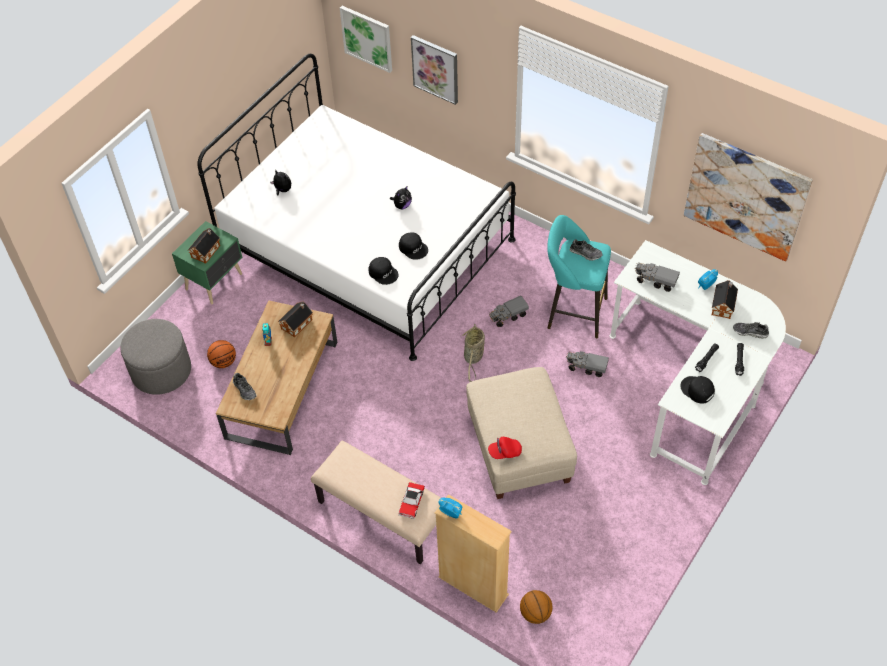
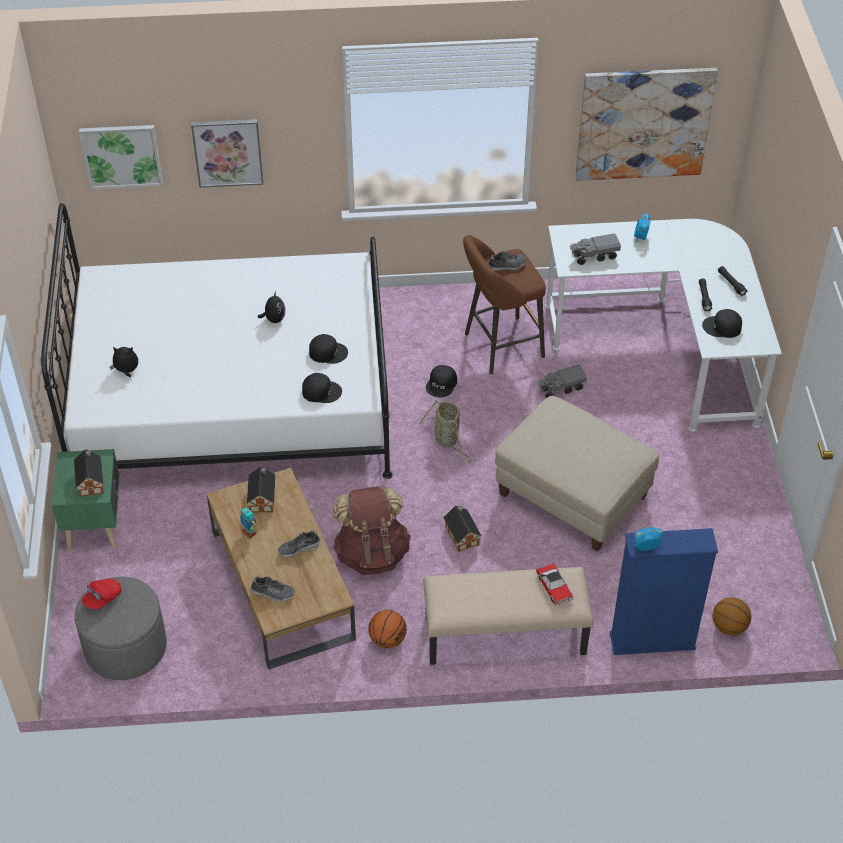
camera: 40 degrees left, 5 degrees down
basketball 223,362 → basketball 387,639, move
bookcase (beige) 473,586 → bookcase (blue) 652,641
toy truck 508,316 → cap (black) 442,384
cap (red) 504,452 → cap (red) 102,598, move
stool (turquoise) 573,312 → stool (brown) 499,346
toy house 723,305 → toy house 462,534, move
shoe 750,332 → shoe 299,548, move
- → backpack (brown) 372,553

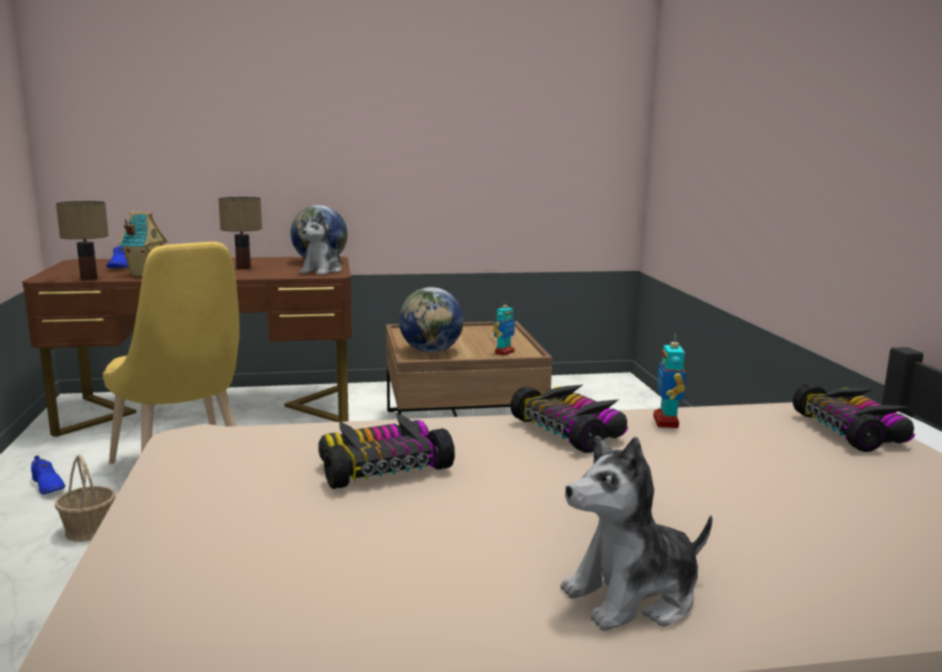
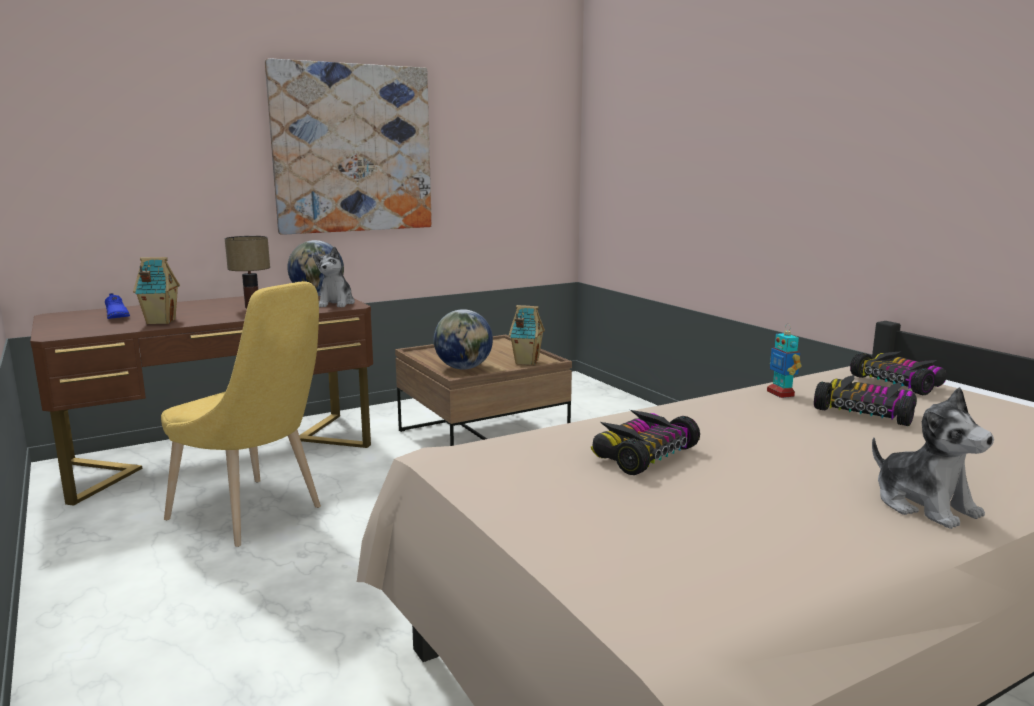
camera: 20 degrees left, 0 degrees up
shoe (blue) 47,486 → -
basket 89,530 → -
table lamp 88,279 → -
toy robot 504,352 → toy house 526,362
toy car 570,431 → toy car 865,412, move
plush toy 633,597 → plush toy 924,505, 75 degrees counterclockwise
- → picture 353,149

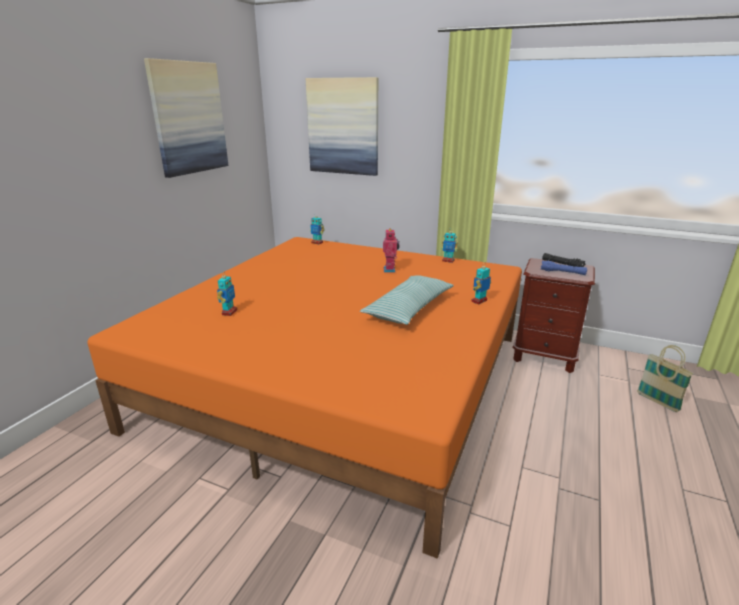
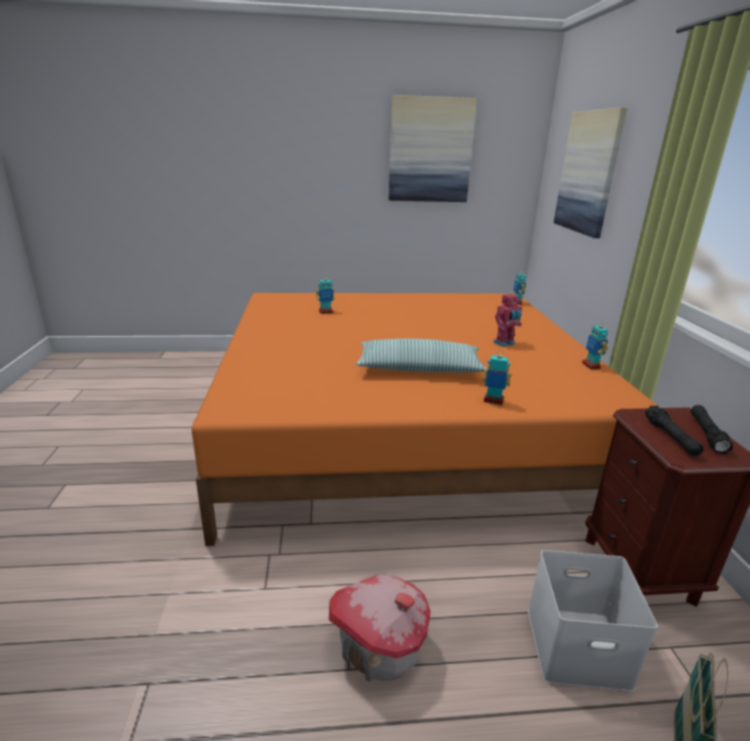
camera: 60 degrees right, 0 degrees up
flashlight (blue) 562,272 → flashlight (black) 670,437
- → toy house 380,648
- → storage box (white) 575,648

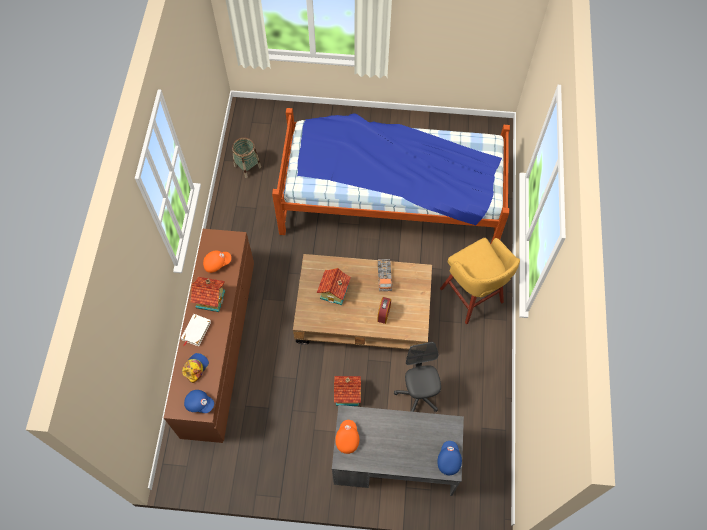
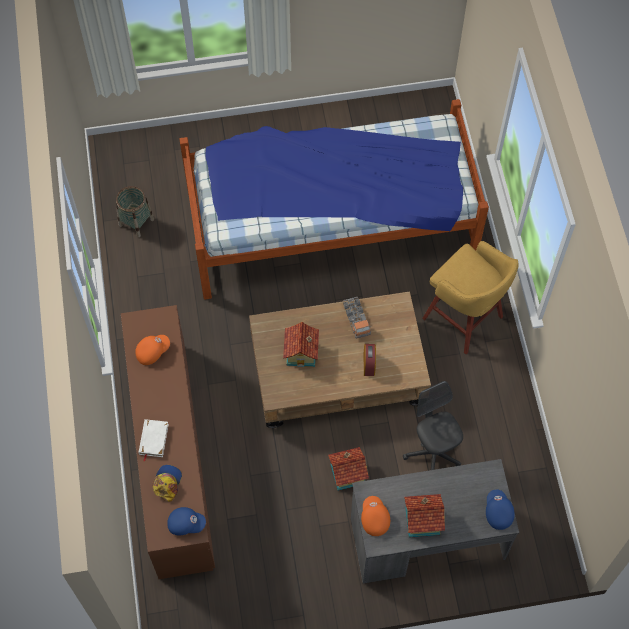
camera: 15 degrees left, 0 degrees up
toy house 210,298 → toy house 422,520, move

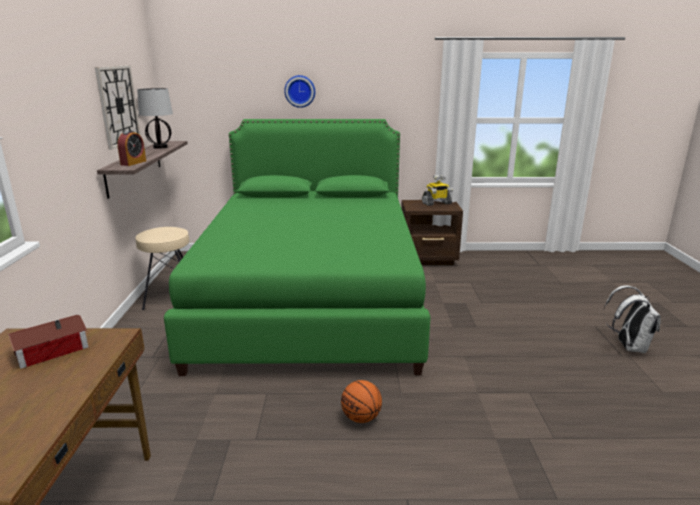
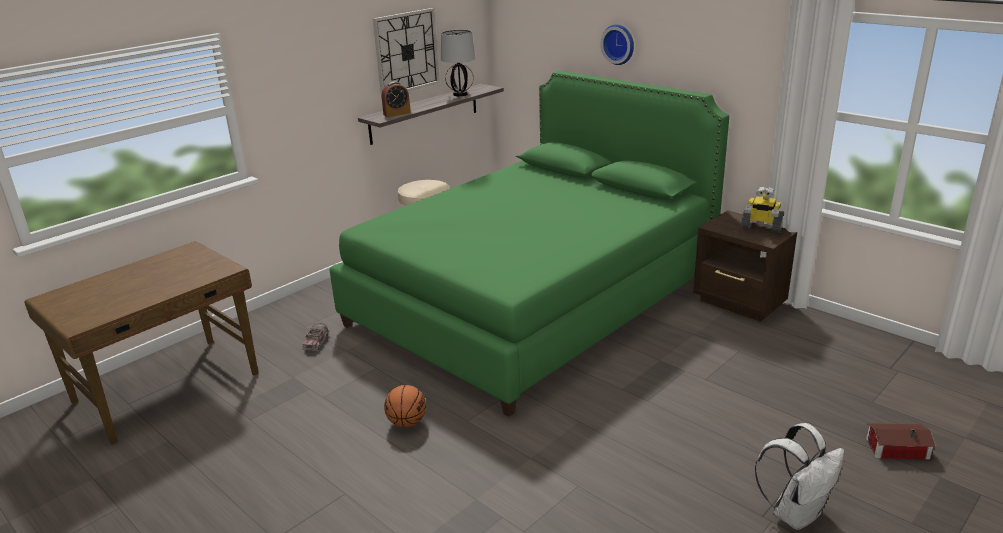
camera: 45 degrees right, 5 degrees up
toy house 49,350 → toy house 895,448, move
- → toy truck 316,343

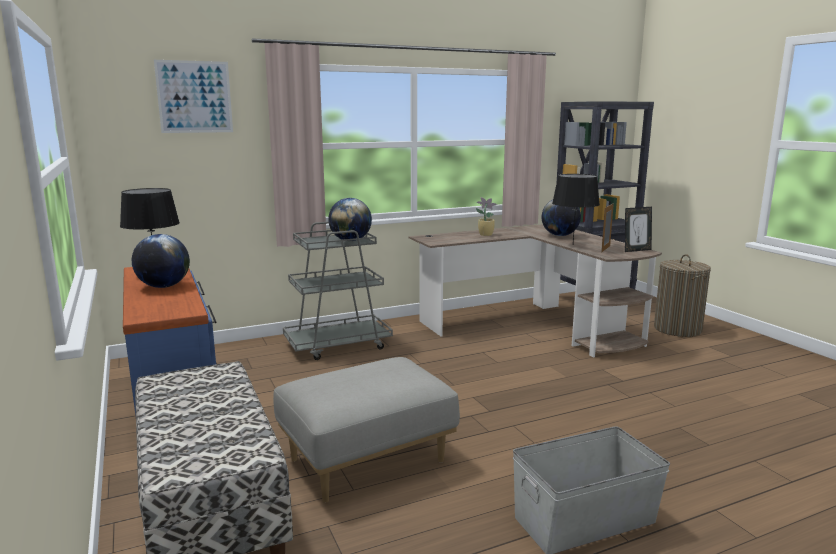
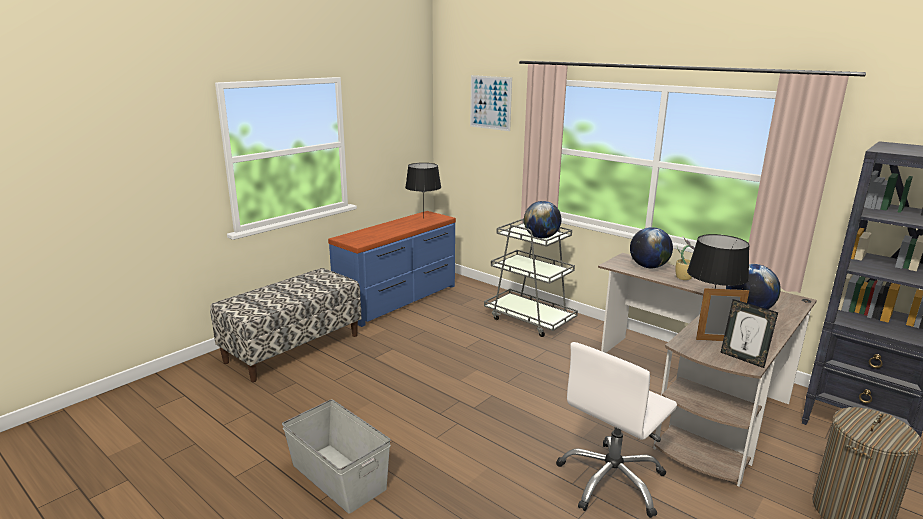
camera: 65 degrees right, 5 degrees up
globe 163,286 → globe 648,267, move
ottoman (grey) 367,460 → -
- → office chair (white) 612,481

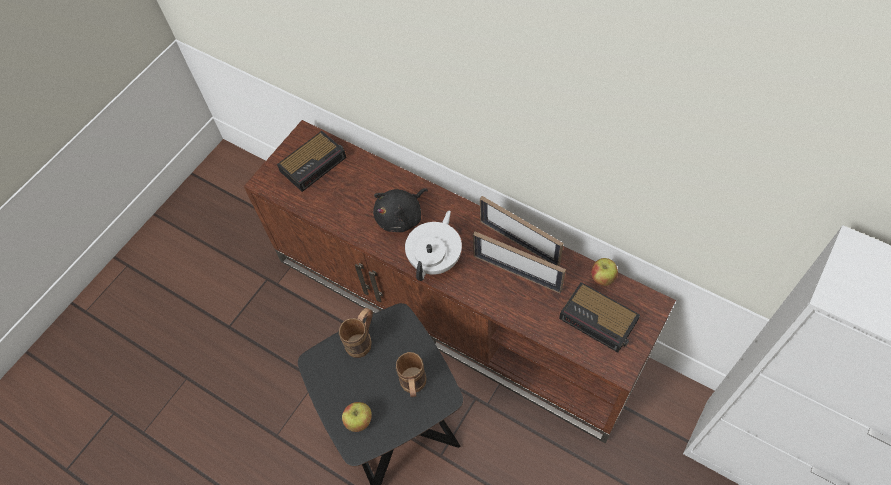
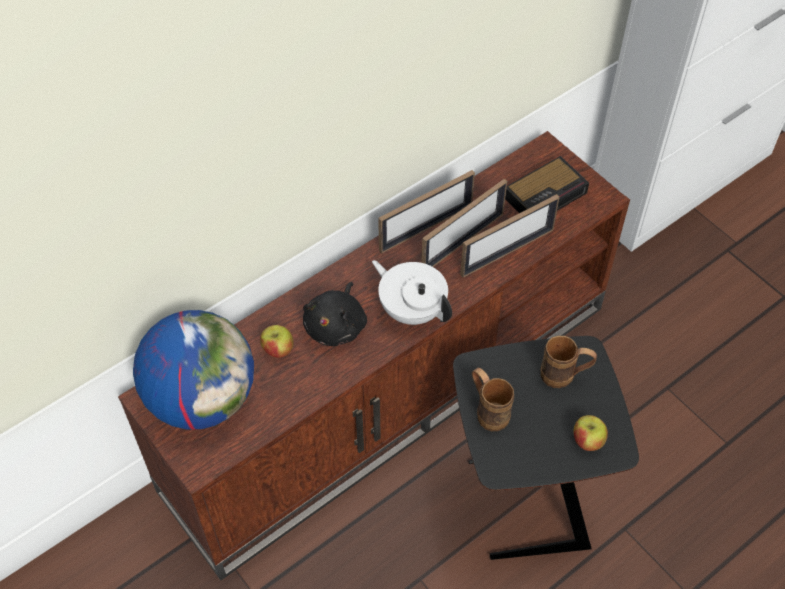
camera: 75 degrees left, 5 degrees down
alarm clock 314,163 → globe 202,399
plush toy (black) 401,217 → plush toy (black) 337,326, 45 degrees clockwise
apple 602,278 → apple 278,350, move
- → picture frame 507,252

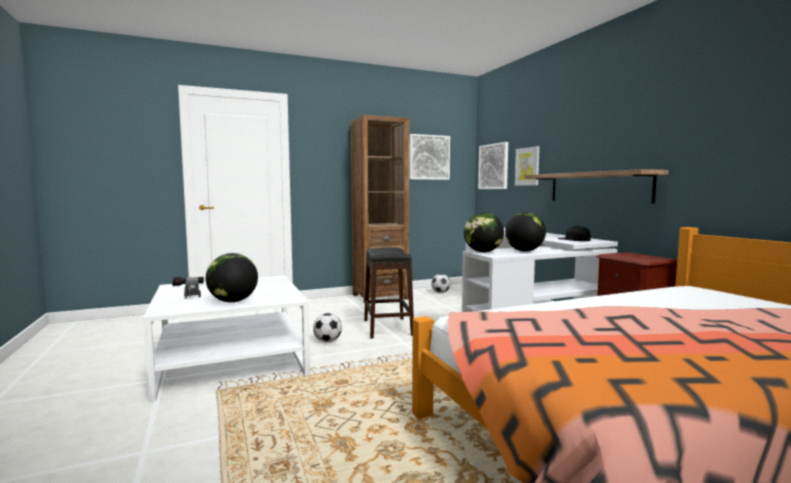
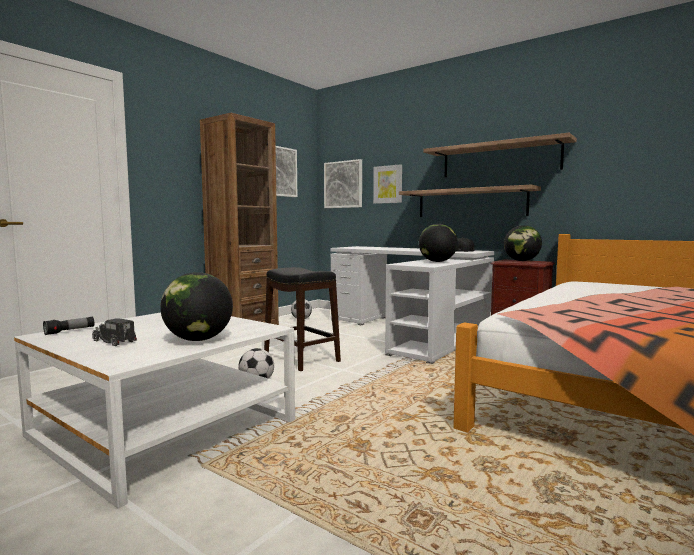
camera: 30 degrees left, 0 degrees up
globe 483,252 → globe 521,261, move
- → shelf 499,159

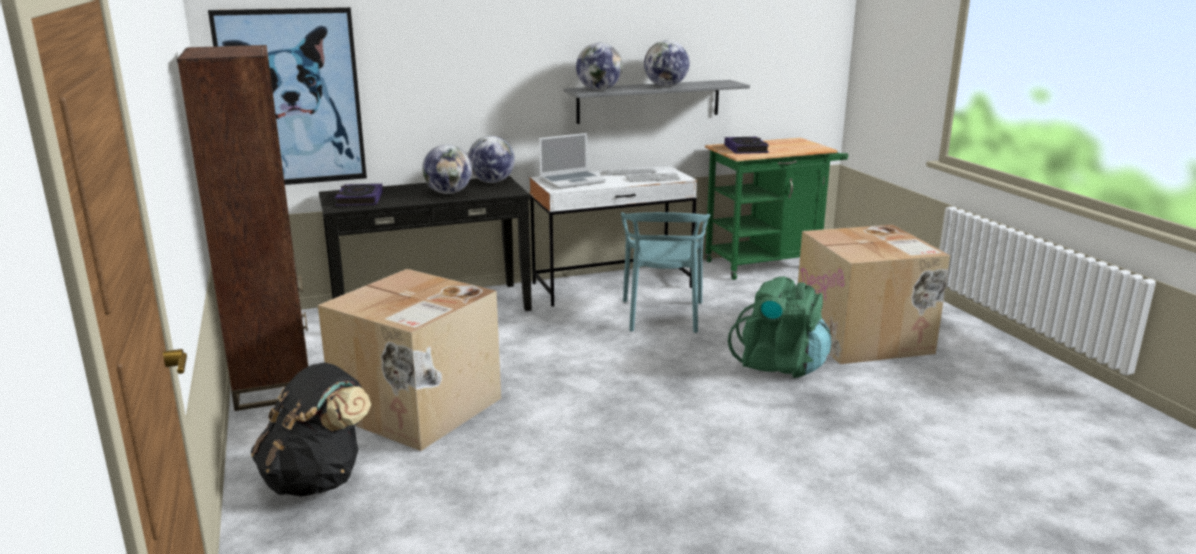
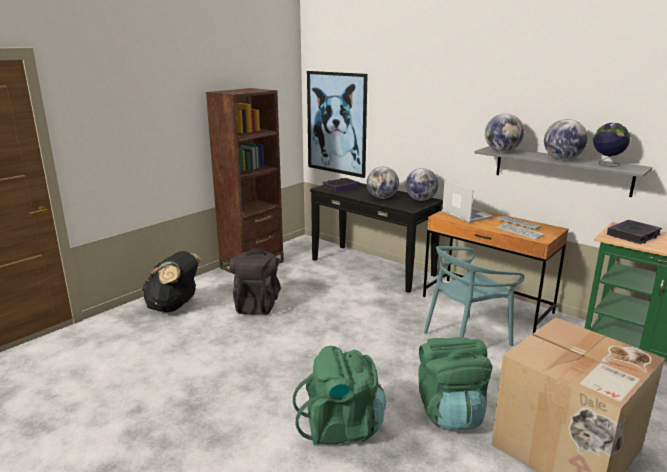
camera: 60 degrees right, 0 degrees up
cardboard box 417,408 → backpack (black) 257,304
desk (white) 612,285 → desk (brown) 486,305
laptop 572,181 → laptop 465,215, 150 degrees counterclockwise
- → backpack (green) 342,427
- → globe 606,164

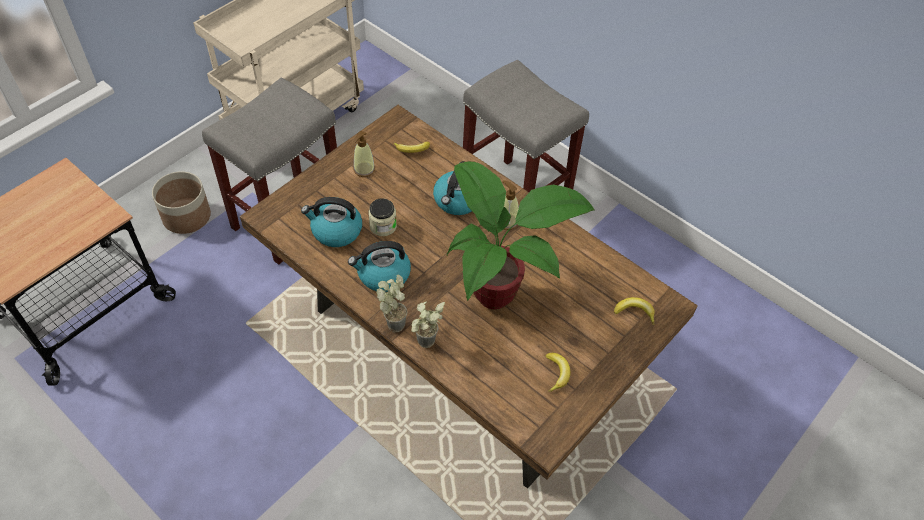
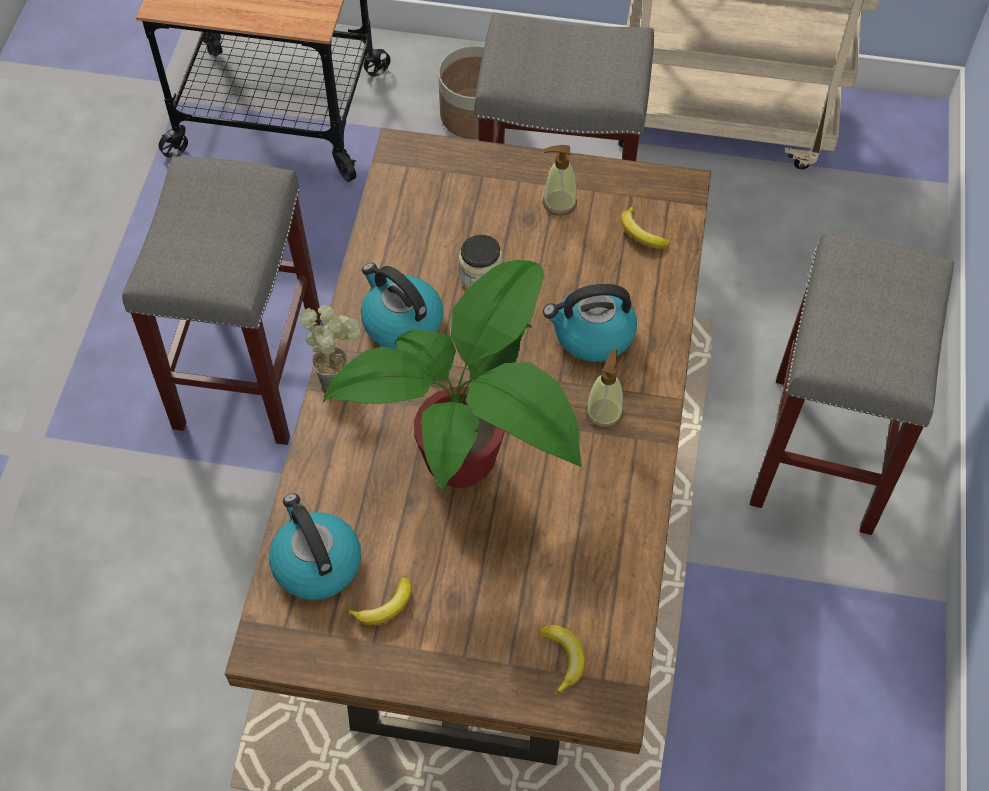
camera: 60 degrees right, 5 degrees up
kettle 336,231 → kettle 316,563, move
potted plant 426,346 → -
- → stool (grey) 248,370

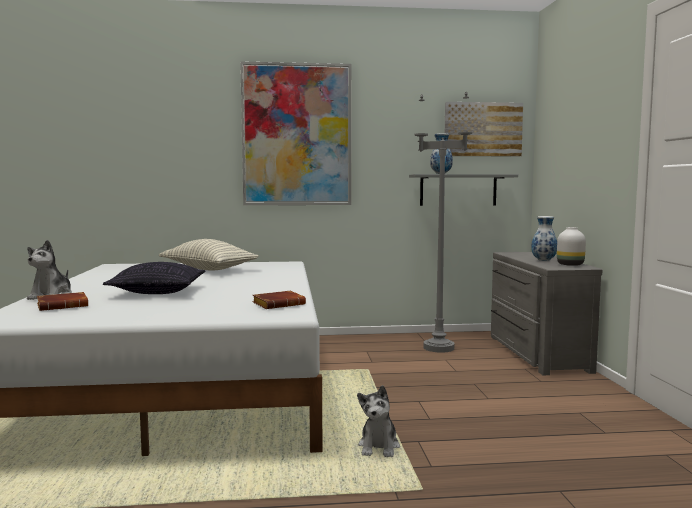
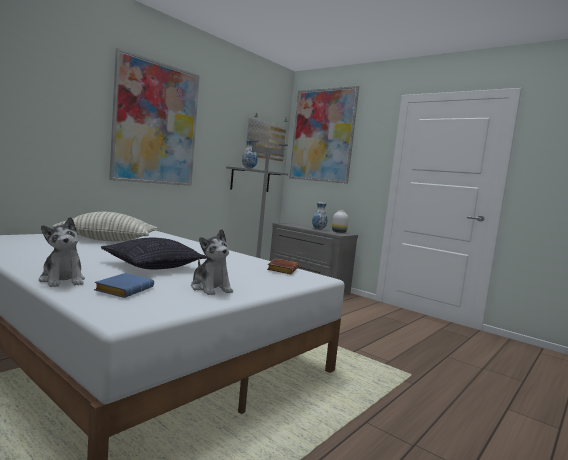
camera: 45 degrees left, 0 degrees up
book (brown) 64,306 → book (blue) 124,289
plush toy 379,447 → plush toy 211,288, move
- → picture 322,135

